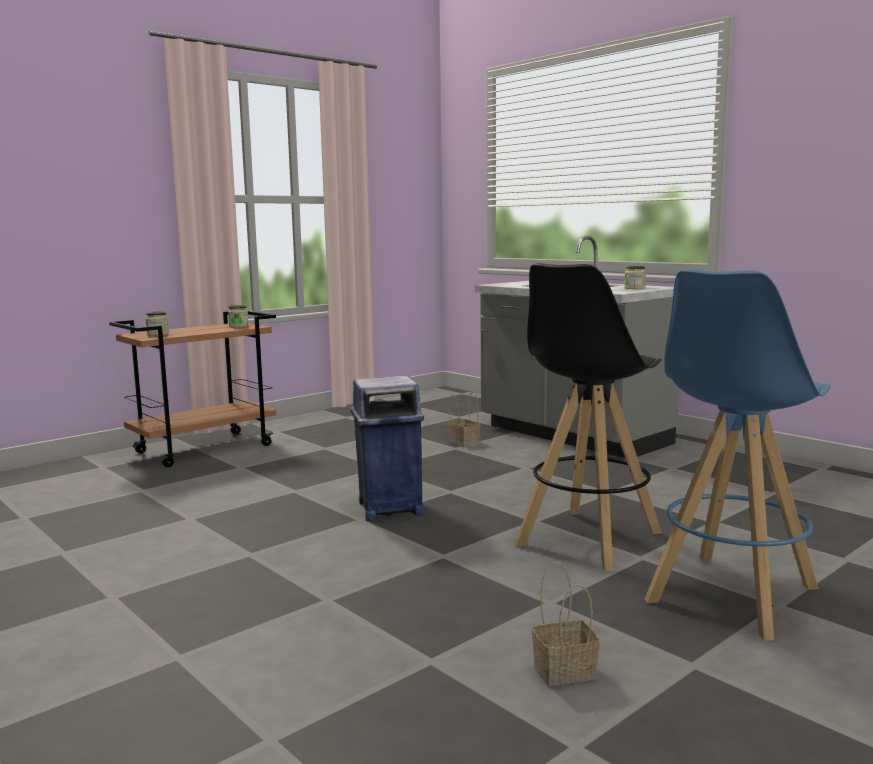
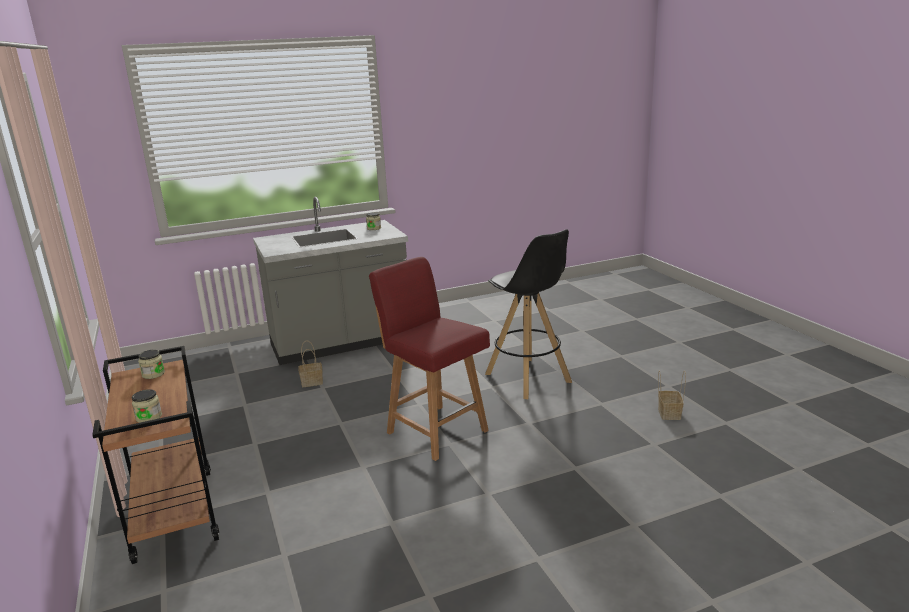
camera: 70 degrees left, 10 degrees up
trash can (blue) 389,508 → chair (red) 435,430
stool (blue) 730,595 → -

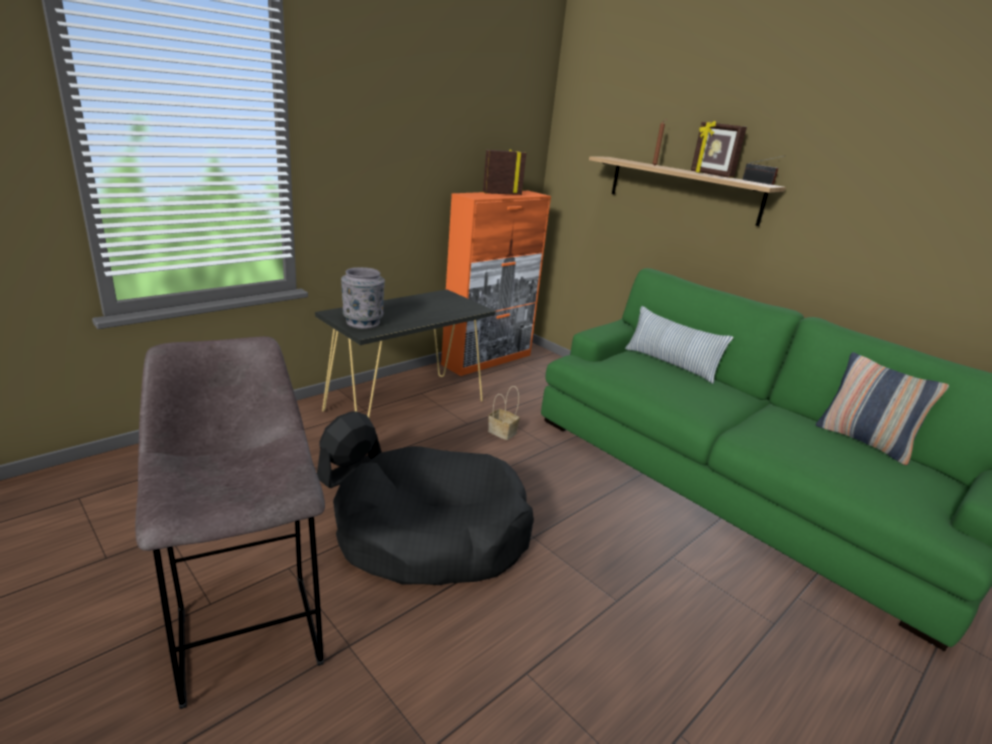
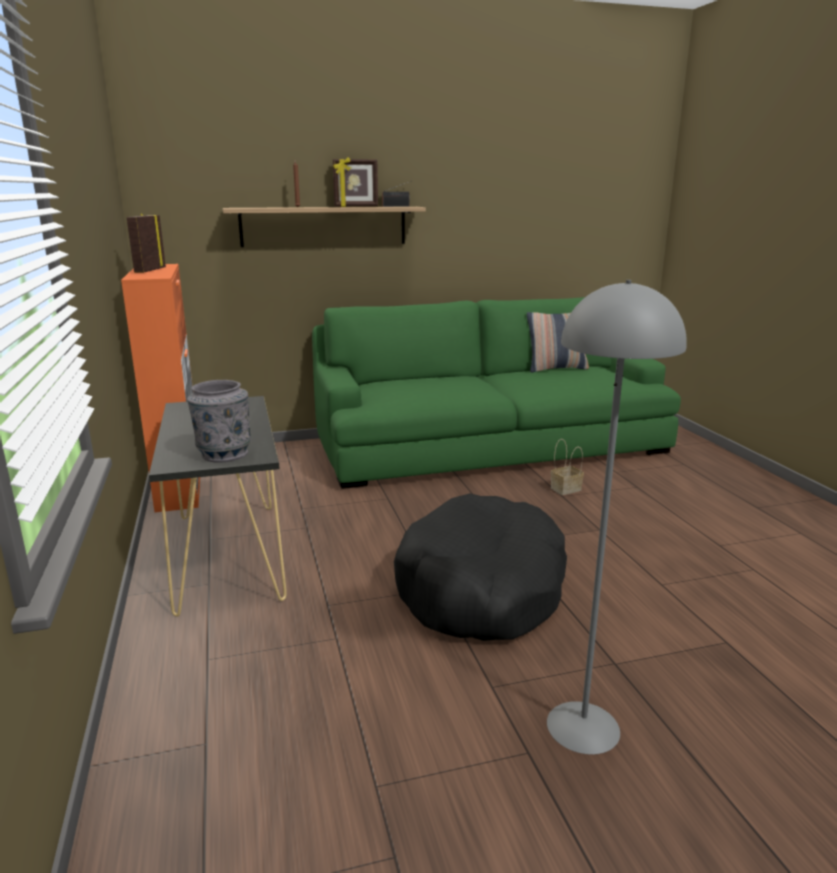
camera: 60 degrees left, 5 degrees down
stool (grey) 248,633 → floor lamp (grey) 582,726
fan (black) 350,471 → -
basket 503,432 → basket 566,489, move
pillow 670,364 → -

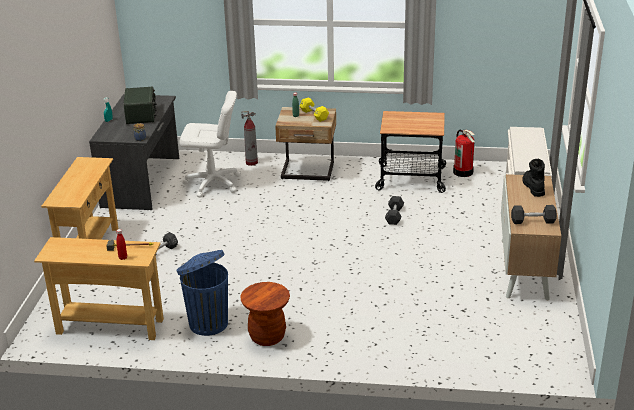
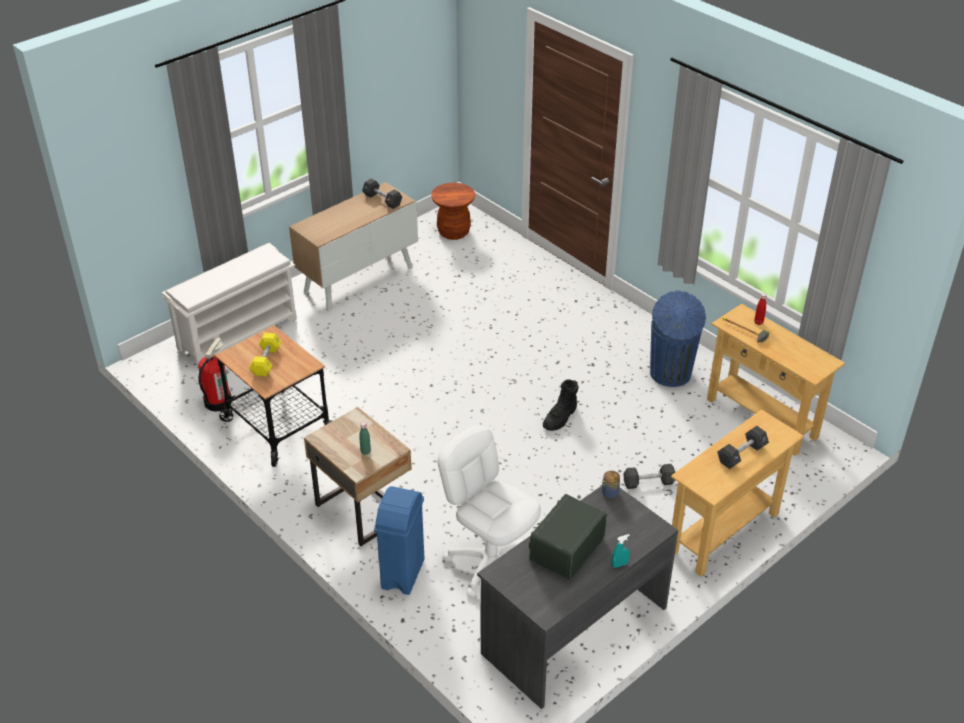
camera: 140 degrees left, 10 degrees up
stool (brown) 267,336 → stool (brown) 453,232, move
fire extinguisher 252,162 → trash can (blue) 402,574
dumbbell (yellow) 314,115 → dumbbell (yellow) 266,361, move
dumbbell (black) 394,216 → dumbbell (black) 741,454, move
boot (black) 532,187 → boot (black) 560,418, move

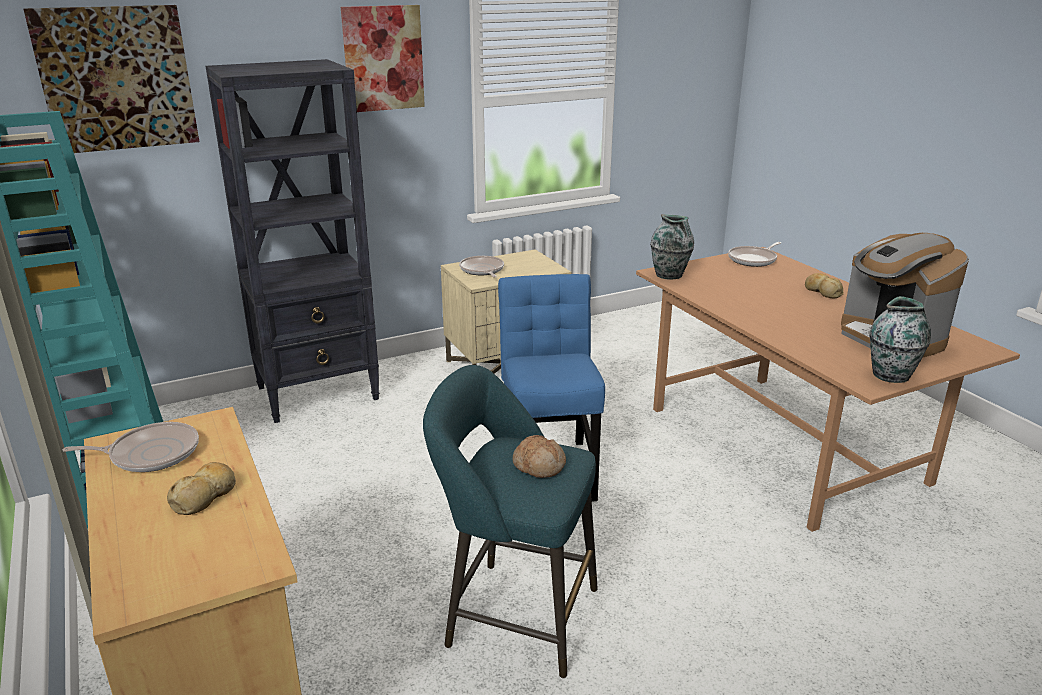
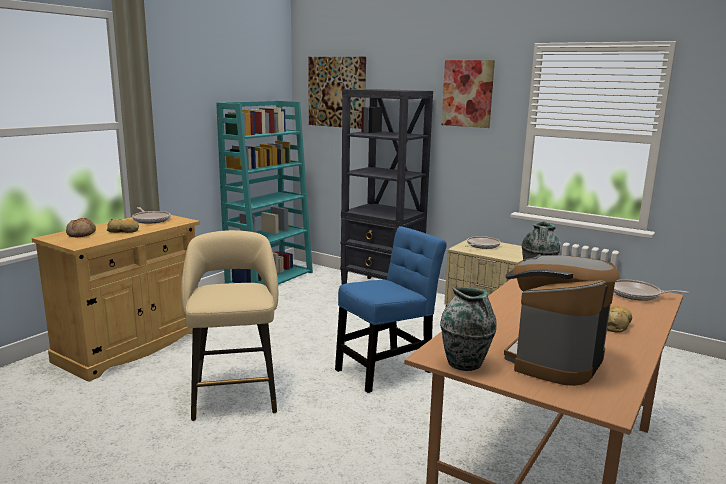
camera: 60 degrees right, 10 degrees down
stool (turquoise) 514,615 → stool (beige) 235,393
bread 539,465 → bread 82,234, move

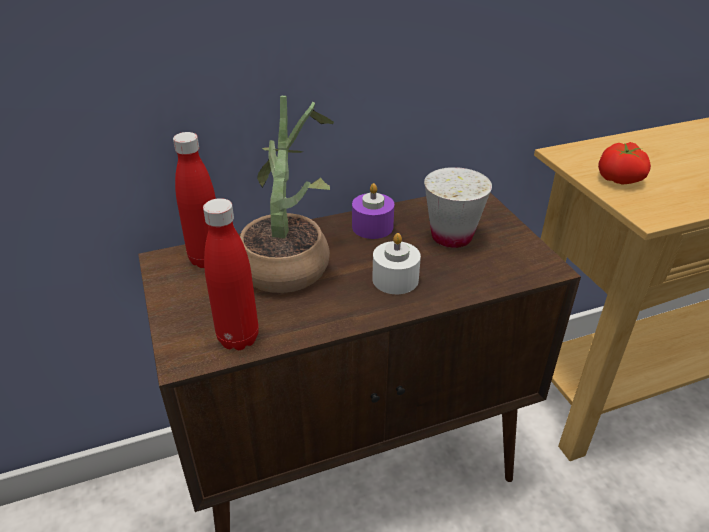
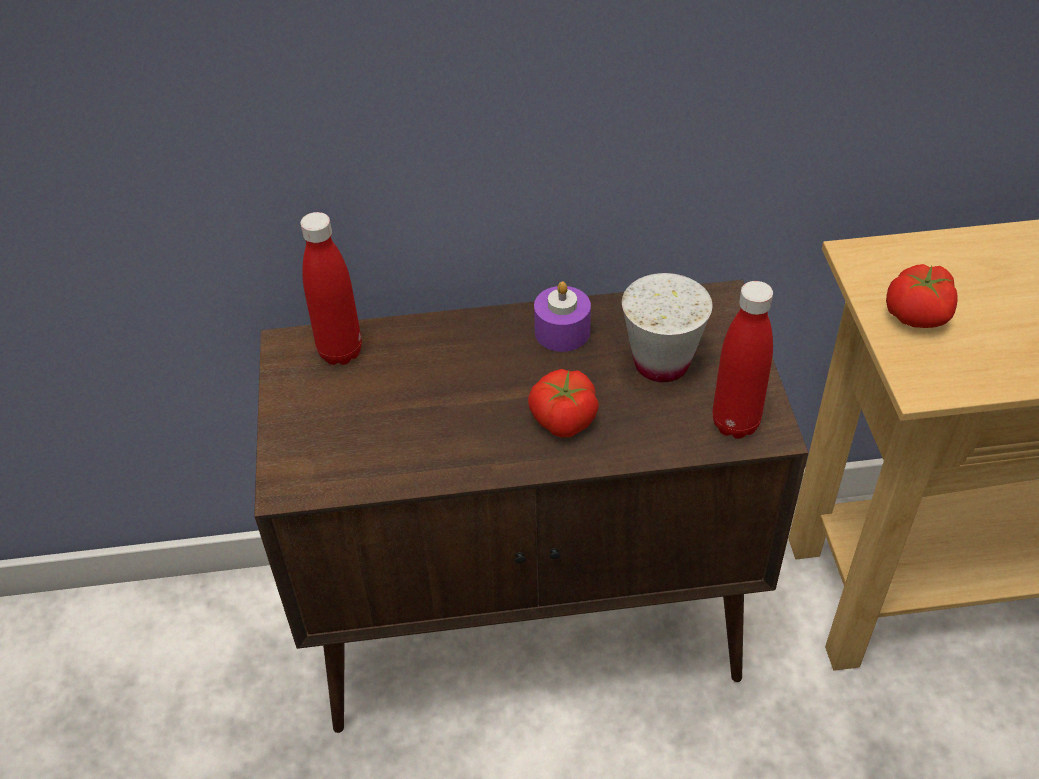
camera: 15 degrees right, 10 degrees up
bottle (red) 238,338 → bottle (red) 735,423, move
potted plant 289,262 → -
candle (white) 395,279 → tomato 563,419

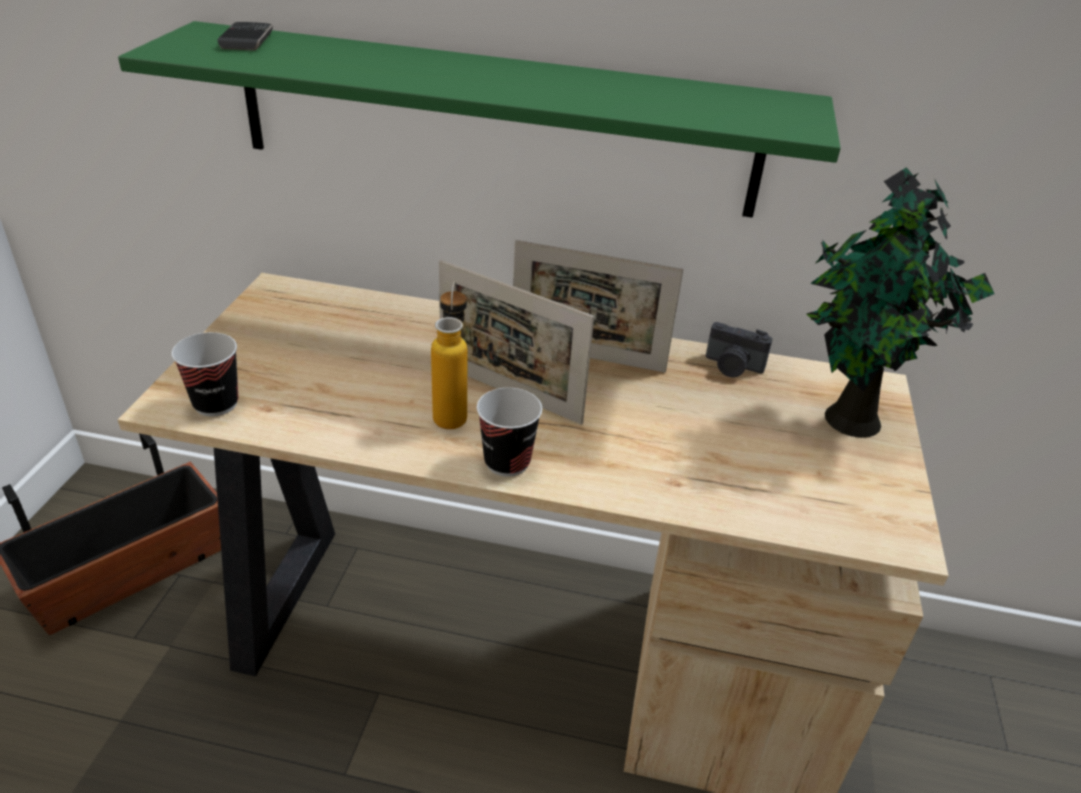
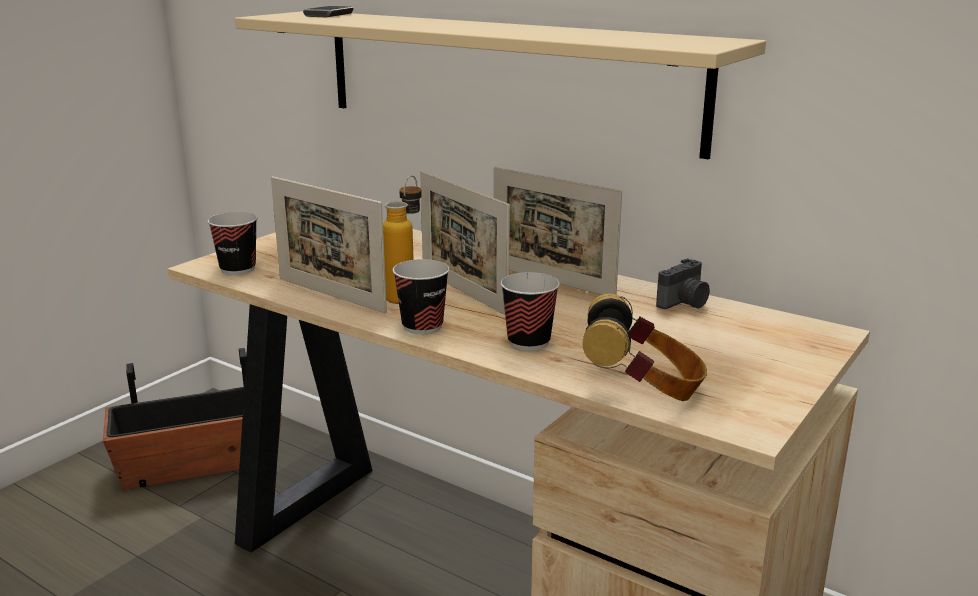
camera: 25 degrees right, 15 degrees down
shelf (green) 495,120 → shelf (beige) 502,77
photo camera 732,367 → photo camera 684,303, 90 degrees counterclockwise
potted plant 850,422 → -
- → picture frame 331,295
- → cup 528,342
- → headphones 643,390

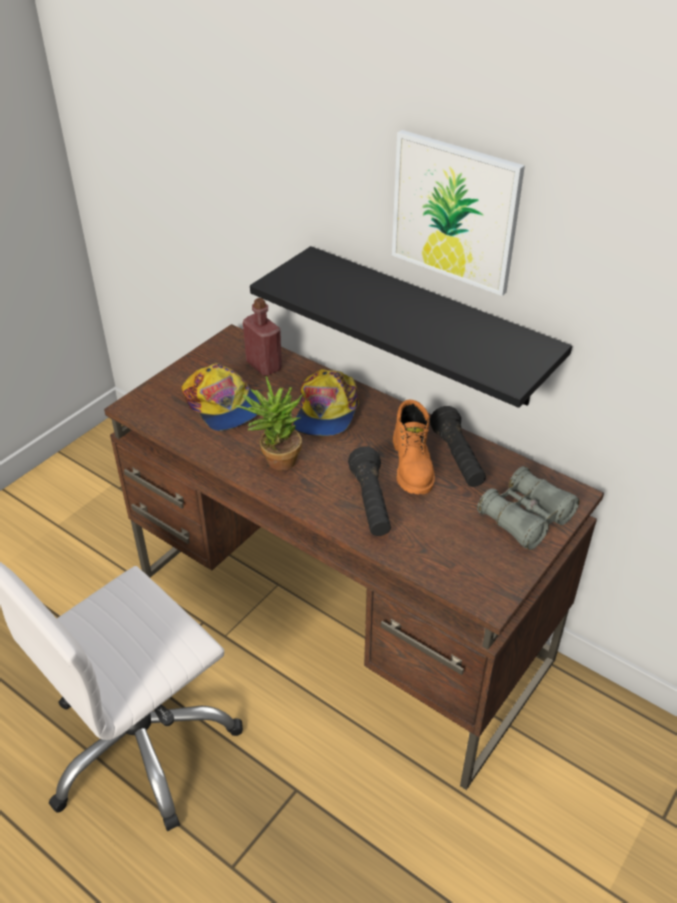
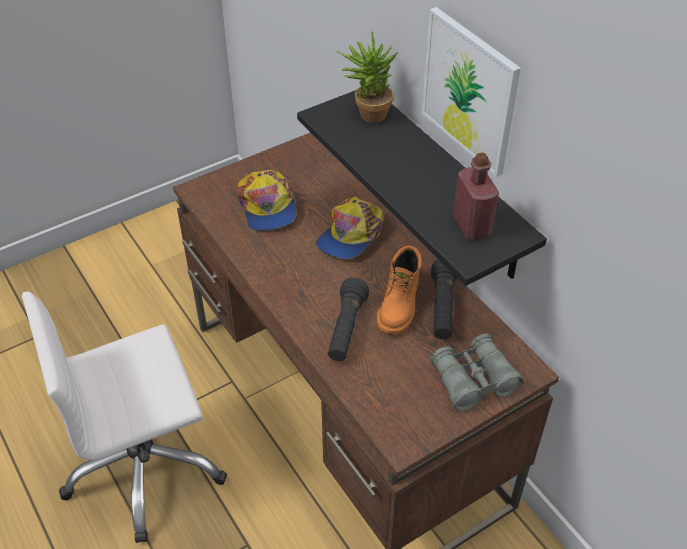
camera: 20 degrees right, 5 degrees up
potted plant 275,461 → potted plant 367,113, move
bottle (red) 264,366 → bottle (red) 471,226, move

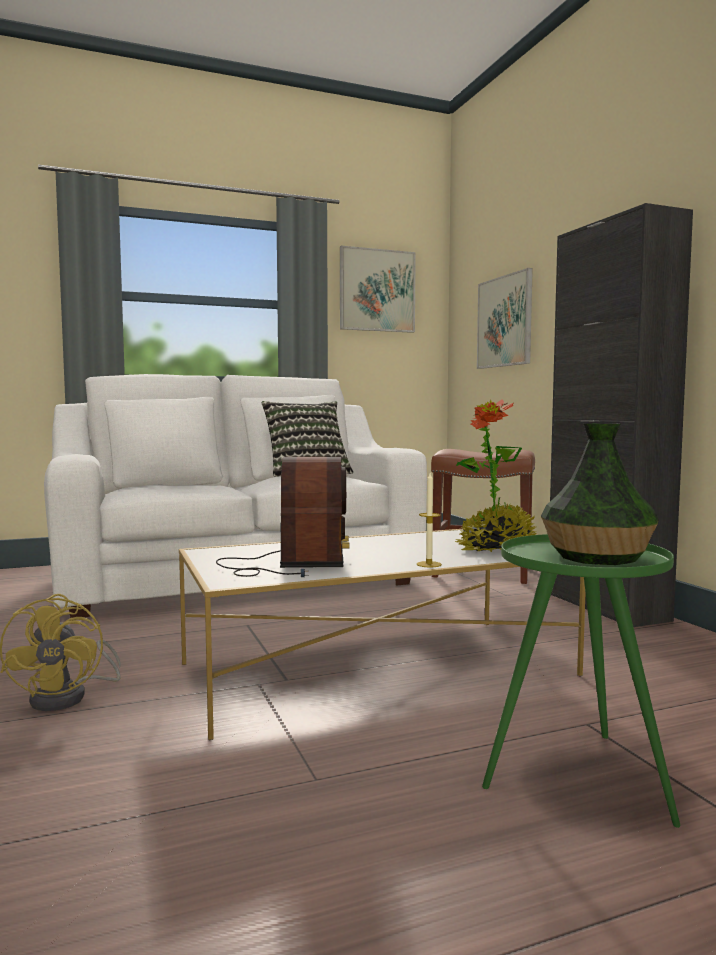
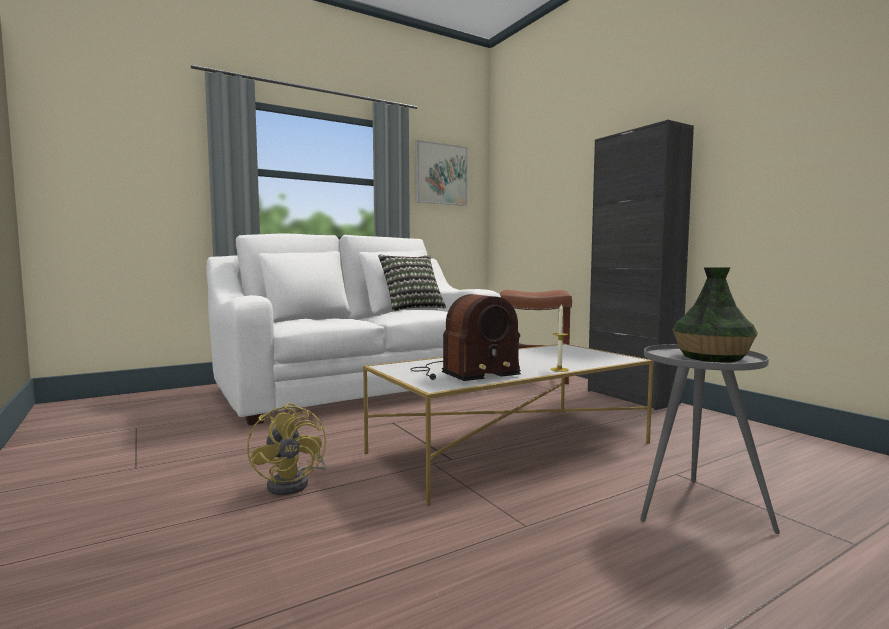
camera: 10 degrees left, 0 degrees up
radio 290,564 → radio 462,373, 75 degrees clockwise
potted plant 496,548 → -
picture 505,321 → -
side table (green) 576,778 → side table (grey) 695,509

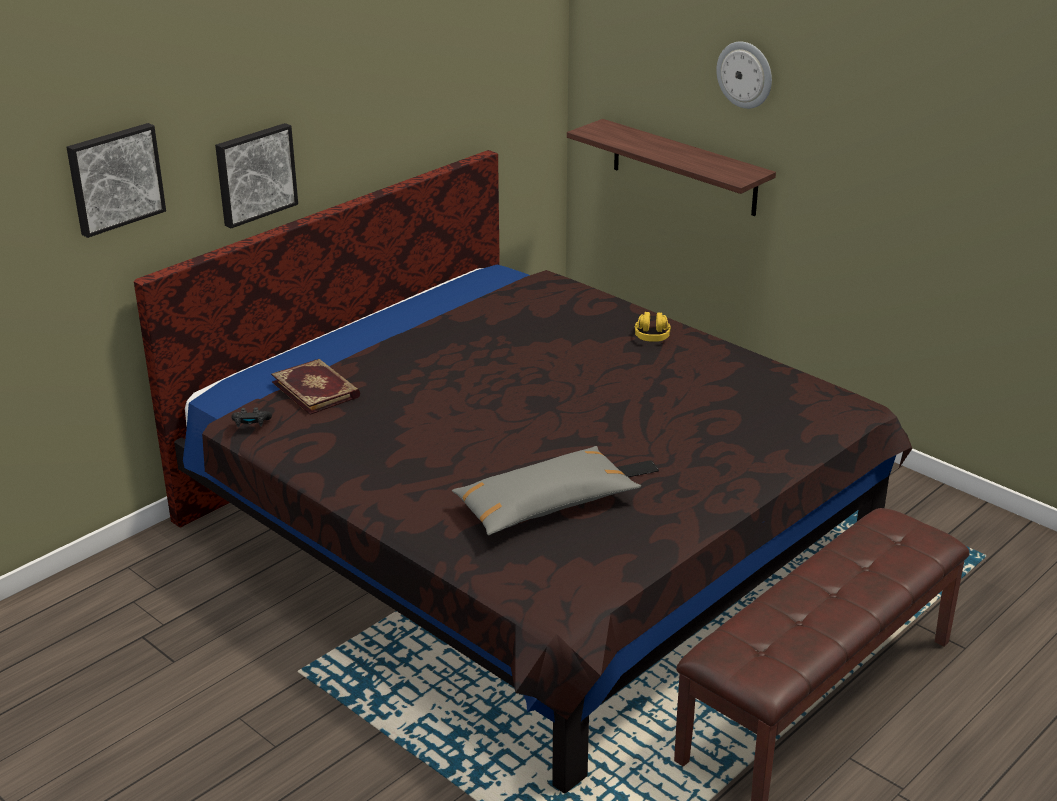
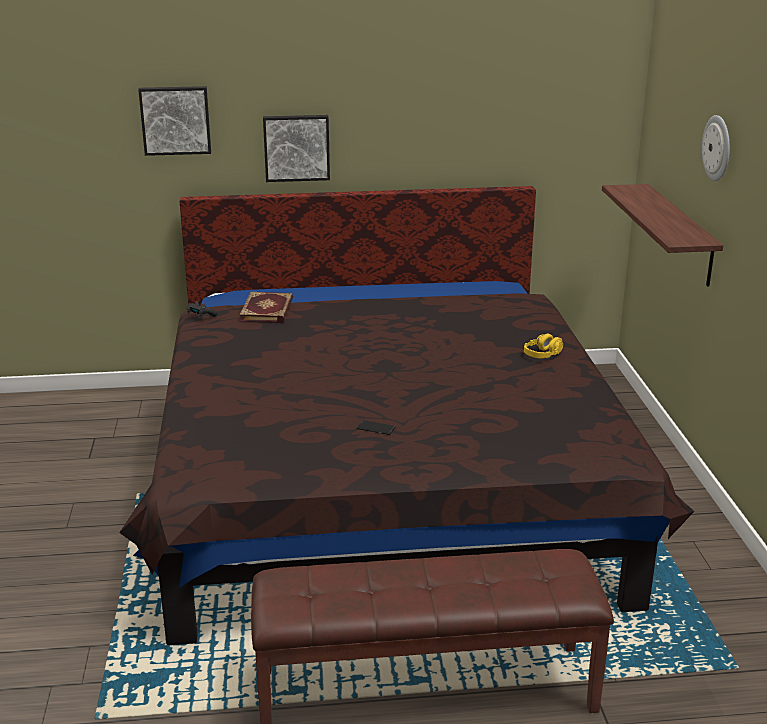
camera: 40 degrees right, 5 degrees down
pillow (grey) 545,505 → -

